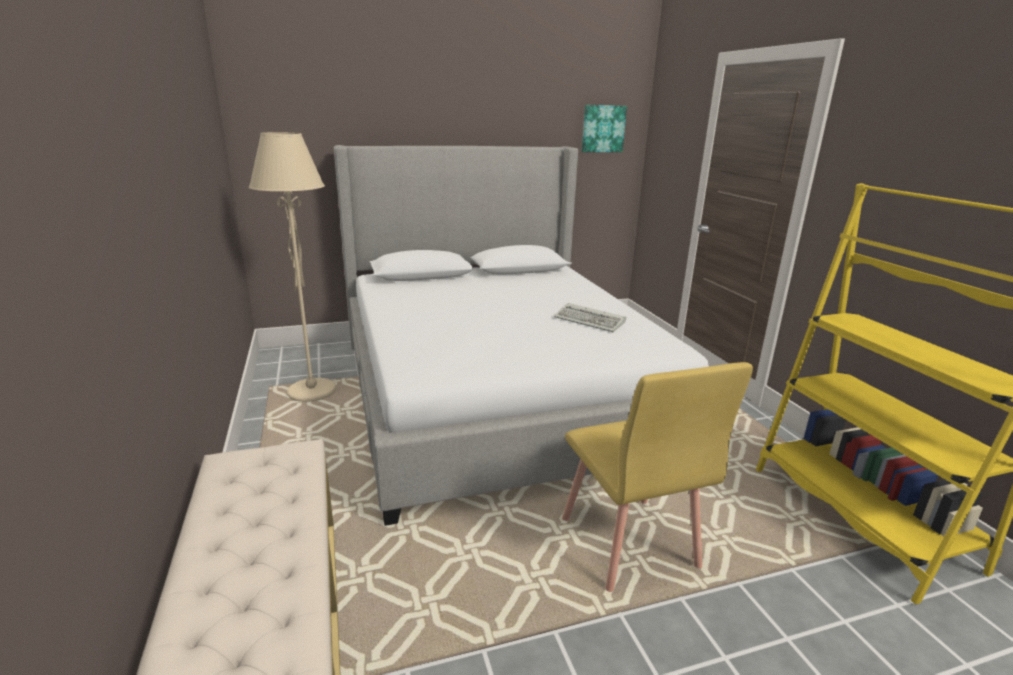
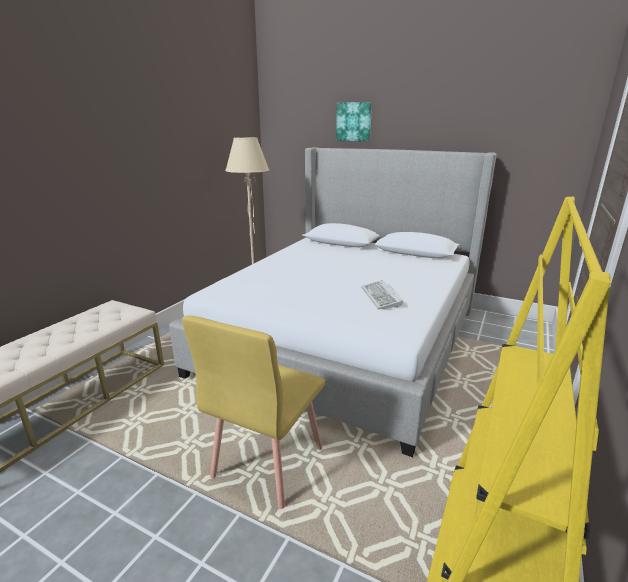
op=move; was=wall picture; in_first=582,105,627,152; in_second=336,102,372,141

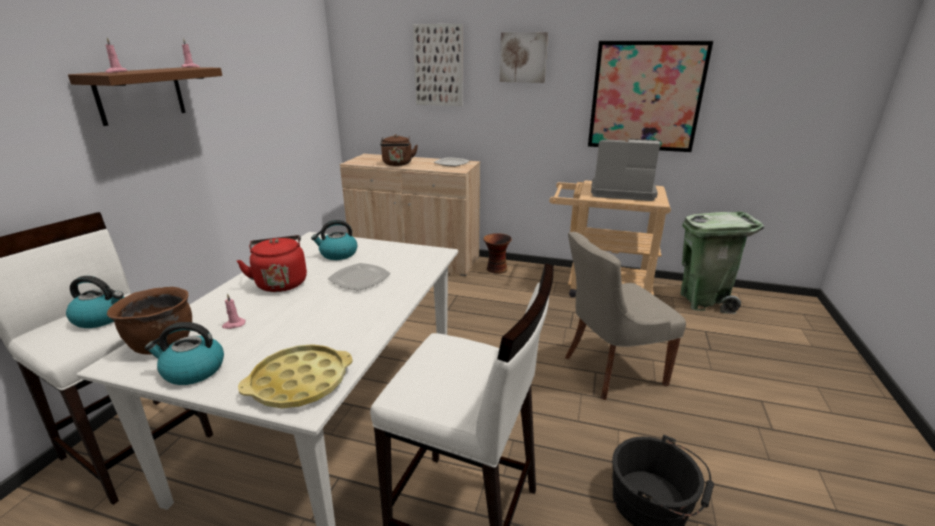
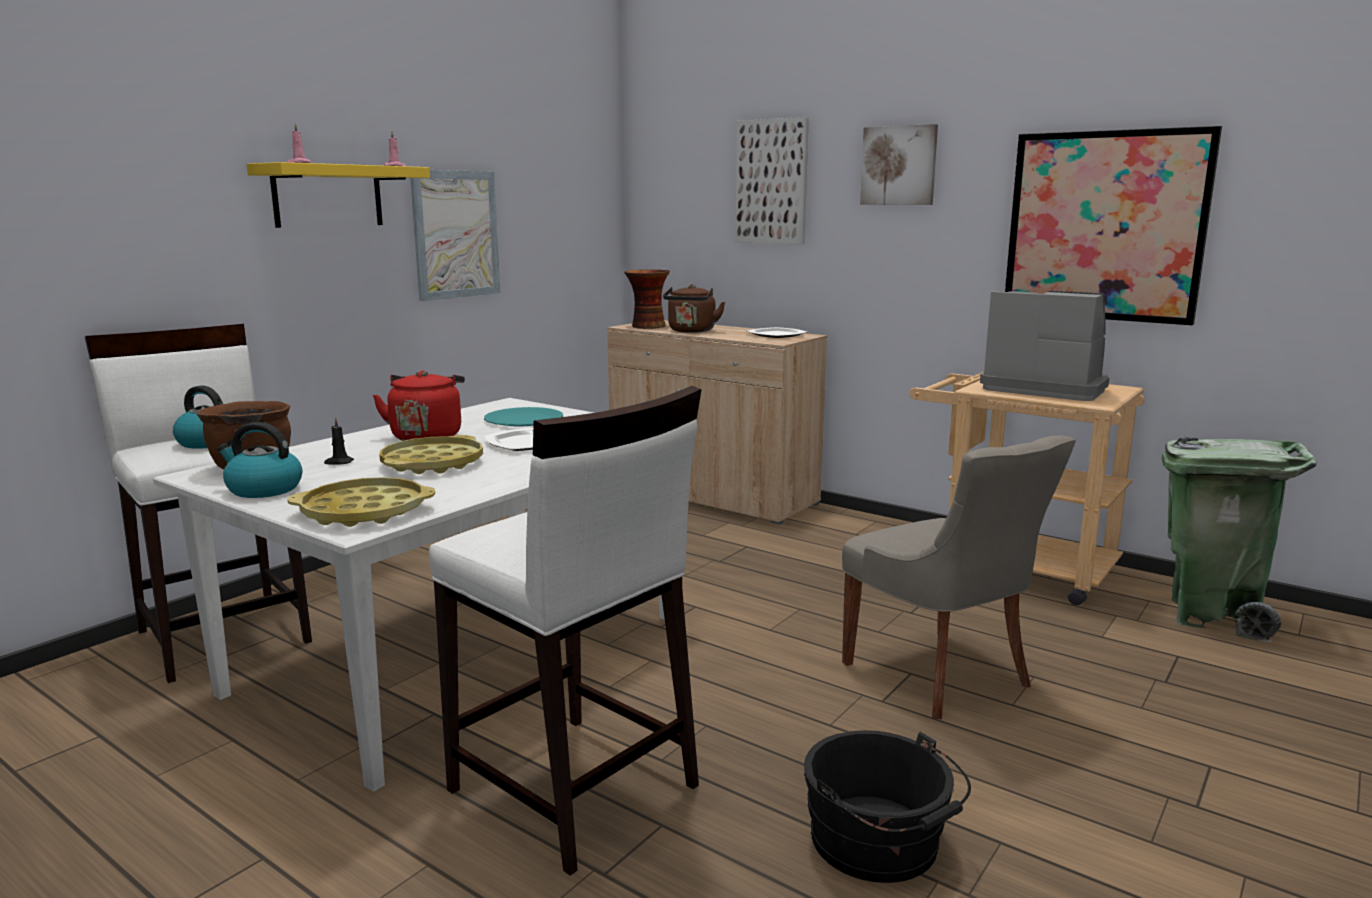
op=recolor; was=brown shelf; now=yellow-coloured shelf; in_first=68,67,222,126; in_second=247,162,430,228
op=recolor; was=pink candle; now=blackish candle; in_first=222,294,245,329; in_second=324,417,354,465
op=replace; was=tea kettle; now=blue-green plate; in_first=311,220,357,260; in_second=484,407,563,427
op=move; was=decorative vase; in_first=483,233,512,274; in_second=624,269,670,329
op=rotate; was=greyish upright chair; in_first=565,232,686,400; in_second=842,436,1076,719; clockwise=-120
op=insert; now=yellow-coloured tray; in_second=379,435,483,474
op=insert; now=wall picture; in_second=410,170,500,301

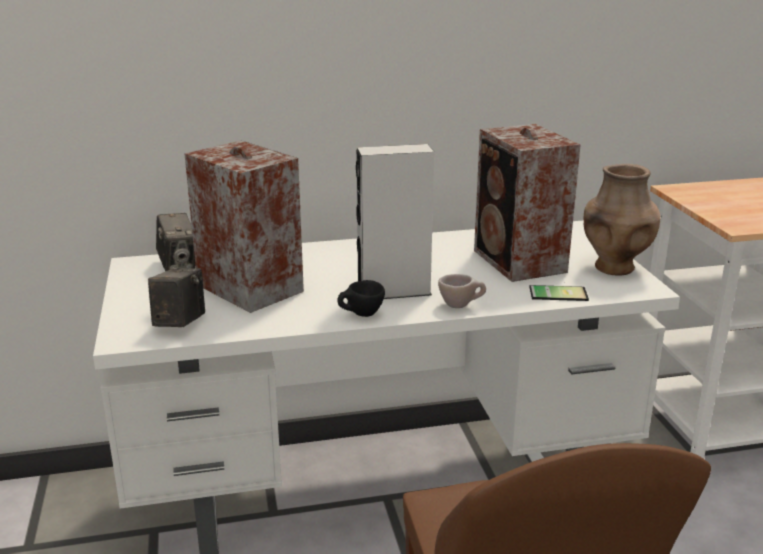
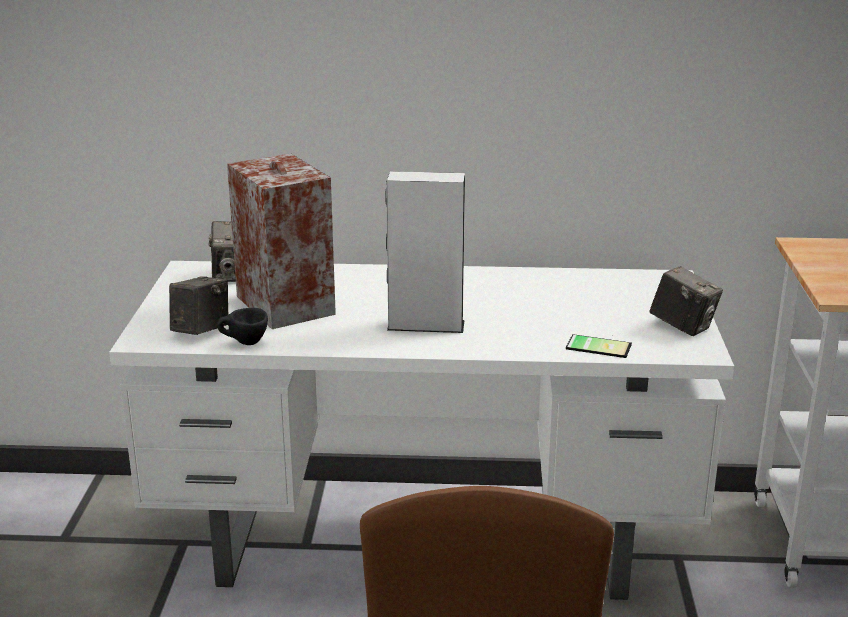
op=move; was=blackish cup; in_first=337,280,385,317; in_second=217,308,268,345
op=delete; was=beige cup; in_first=438,274,486,308
op=delete; was=loudspeaker; in_first=474,124,581,282
op=replace; was=brown decorative vase; now=photo camera; in_first=584,164,661,276; in_second=650,266,723,336

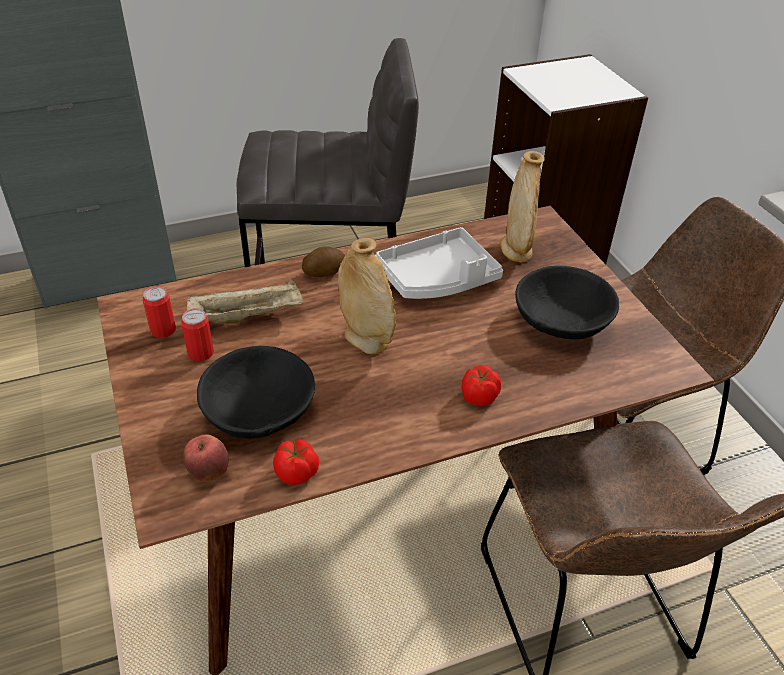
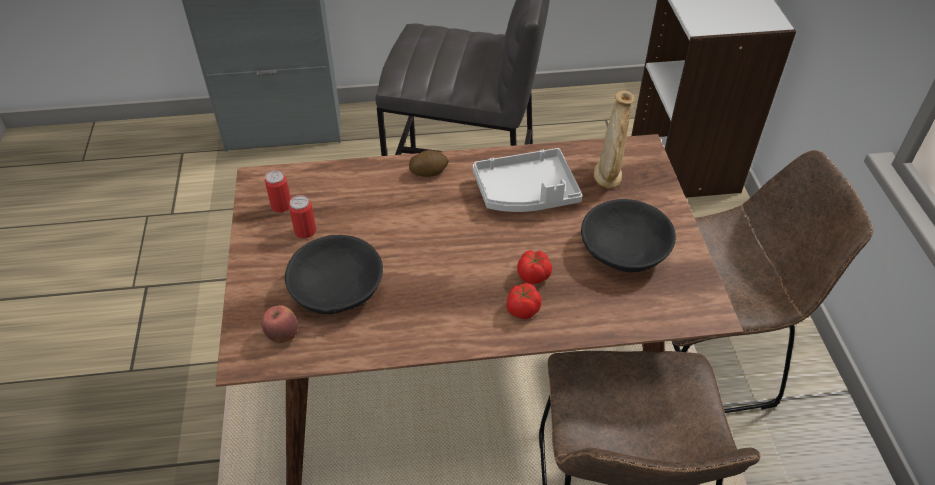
op=delete; was=beige tray; in_first=187,280,304,323
op=move; was=whole tomato; in_first=273,439,319,485; in_second=517,250,552,284
op=delete; was=beige decorative vase; in_first=338,238,396,354

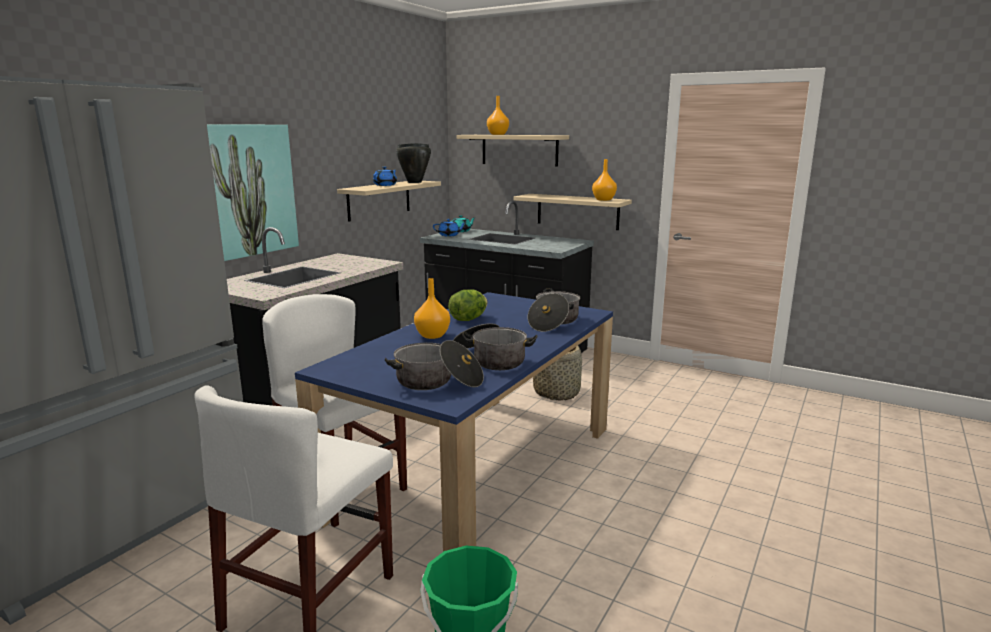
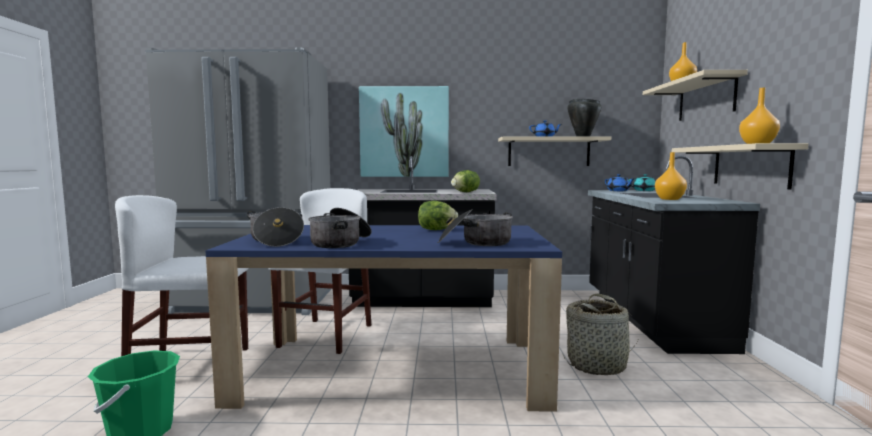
op=move; was=orange-coloured decorative vase; in_first=414,278,450,339; in_second=655,152,687,200
op=insert; now=head of lettuce; in_second=451,170,480,192

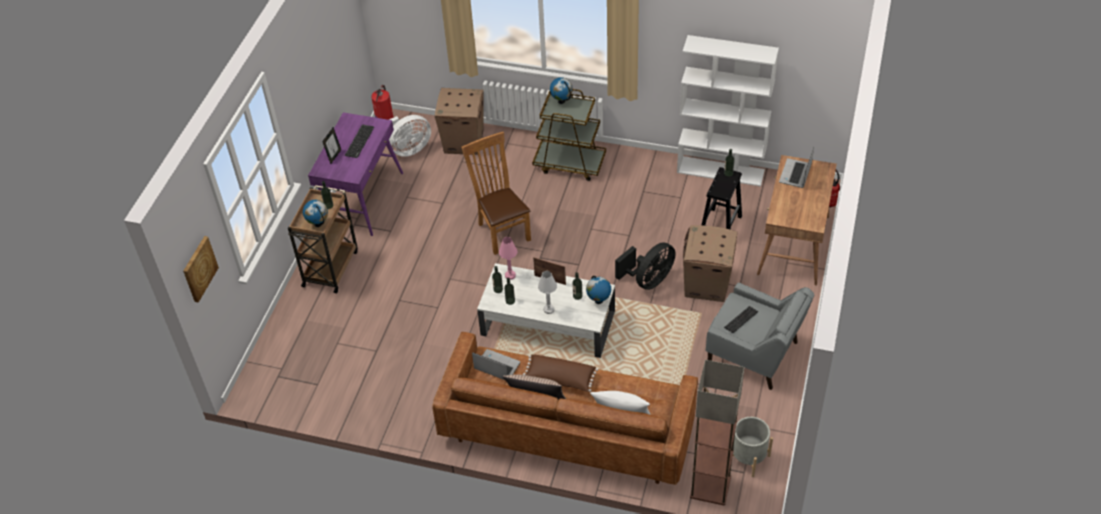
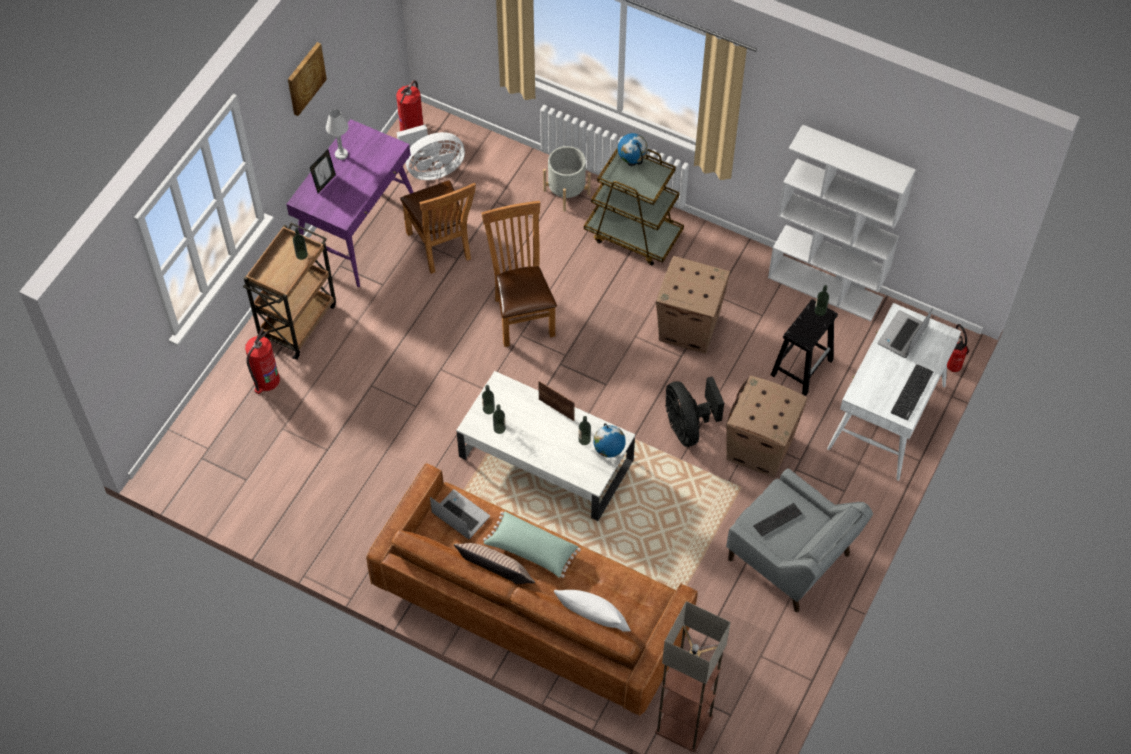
op=move; was=wall picture; in_first=183,236,219,303; in_second=288,42,327,116
op=delete; was=desk globe; in_first=303,200,328,227
op=move; was=keyboard; in_first=345,124,374,158; in_second=891,364,933,420
op=move; was=packing box; in_first=435,88,484,155; in_second=656,256,730,354
op=delete; was=pink lamp for a table; in_first=499,237,518,280
op=recolor; was=brown throw pillow; now=green-coloured throw pillow; in_first=523,354,598,392; in_second=483,511,581,578
op=move; was=white-coloured lamp for a table; in_first=538,271,557,314; in_second=326,109,349,160
op=rotate; was=blackish cooling fan; in_first=615,242,676,290; in_second=665,376,724,447; clockwise=105
op=move; was=greyish flower pot; in_first=733,417,773,477; in_second=543,146,591,212
op=recolor; was=brown desk; now=white-coloured desk; in_first=757,155,837,286; in_second=827,303,961,481
op=insert; now=fire-fighting cylinder; in_second=245,328,280,394
op=insert; now=brown upright chair; in_second=400,180,476,274

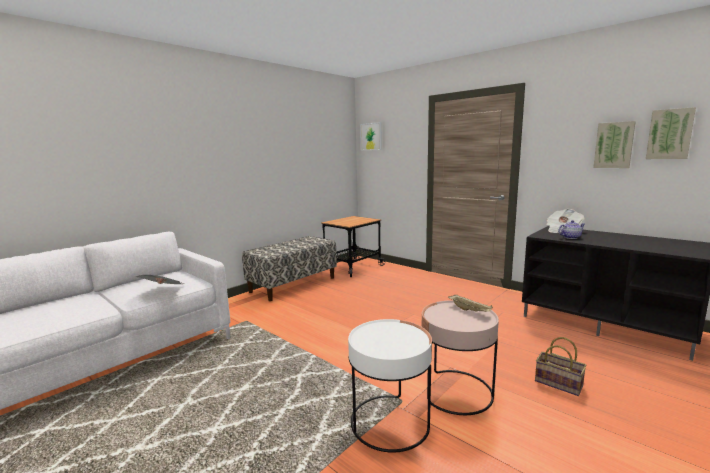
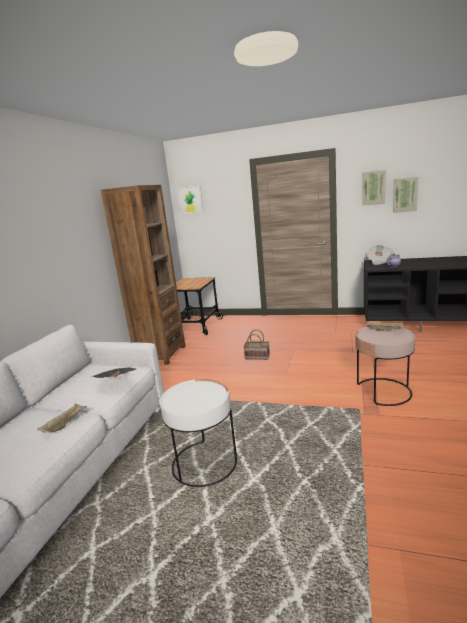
op=replace; was=bench; now=brown shelving unit; in_first=242,236,337,301; in_second=101,185,186,365
op=move; was=white-coloured end table; in_first=348,319,432,453; in_second=160,379,237,487
op=move; was=basket; in_first=535,337,587,396; in_second=243,329,270,360
op=move; was=wall picture; in_first=646,107,696,159; in_second=362,170,386,206
op=insert; now=beige tray; in_second=38,404,87,433

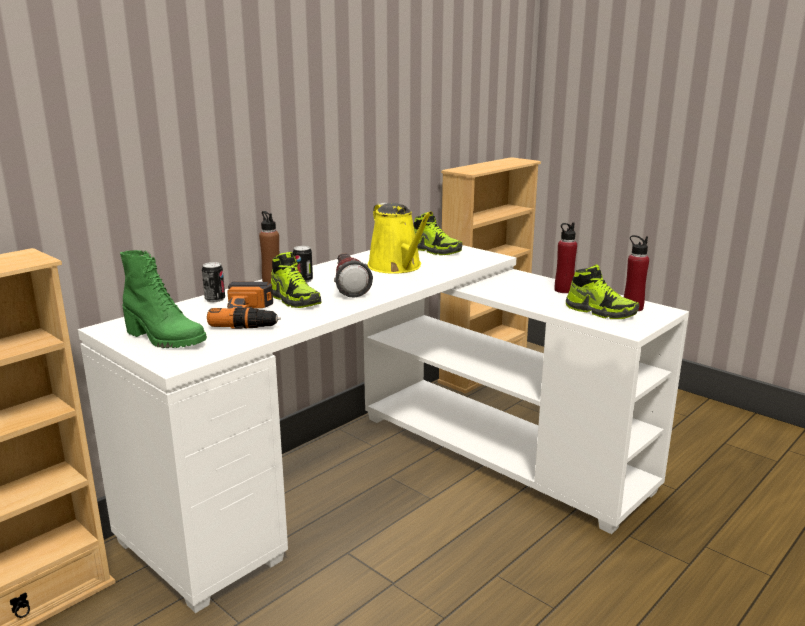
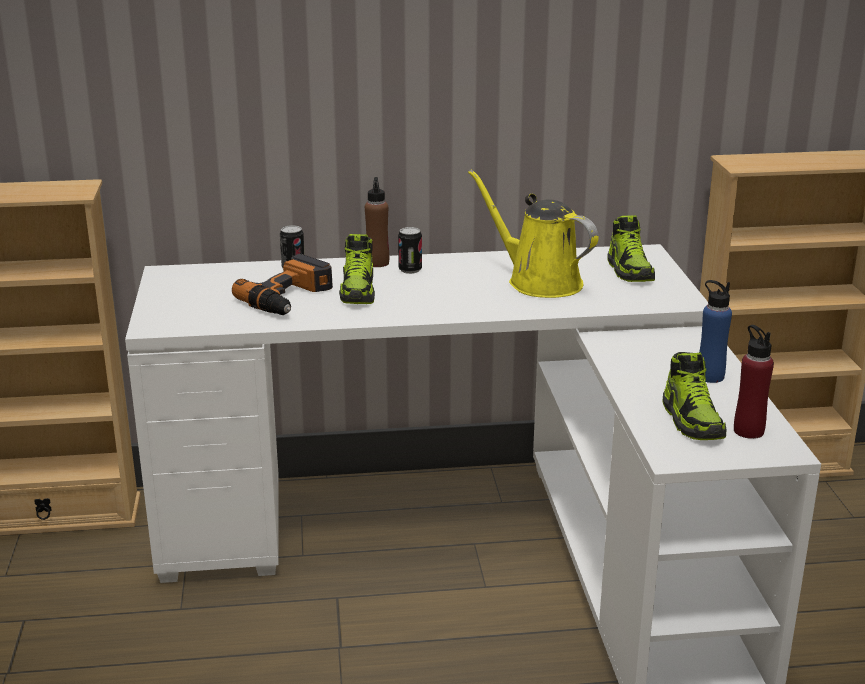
op=delete; was=green-coloured boot; in_first=120,250,207,348
op=delete; was=flashlight; in_first=334,254,373,298
op=rotate; was=yellow-coloured sprinkling can; in_first=367,203,433,274; in_second=468,170,598,298; clockwise=120
op=recolor; was=reddish beverage bottle; now=blue beverage bottle; in_first=555,222,577,293; in_second=699,280,732,383

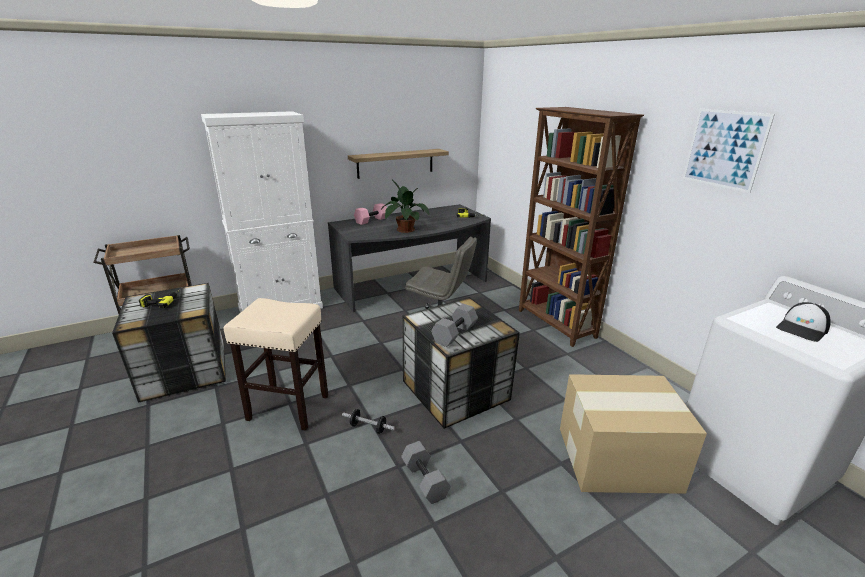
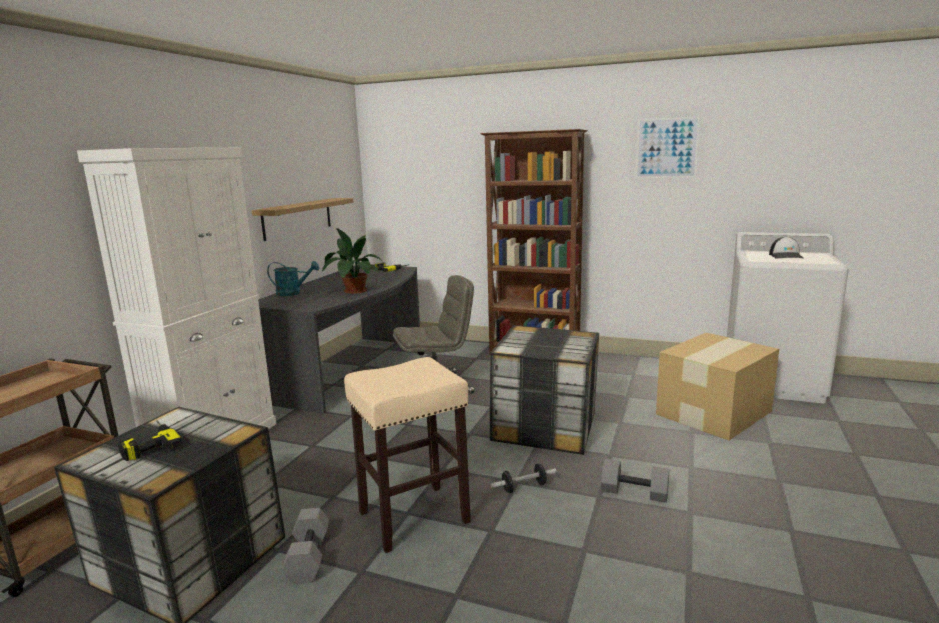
op=replace; was=pink free weight; now=blue-green sprinkling can; in_first=354,203,387,225; in_second=267,261,319,296
op=move; was=greyish free weight; in_first=431,304,478,347; in_second=281,508,329,584

